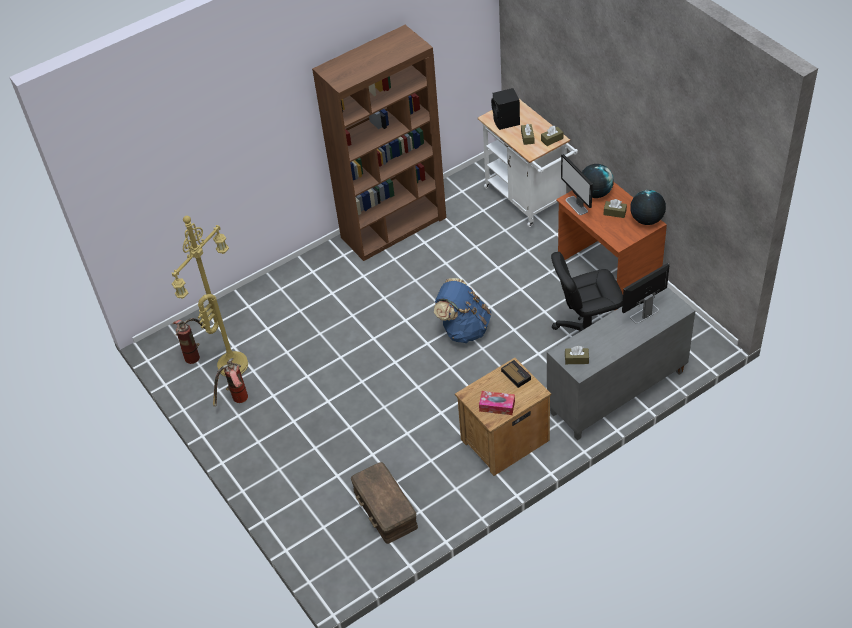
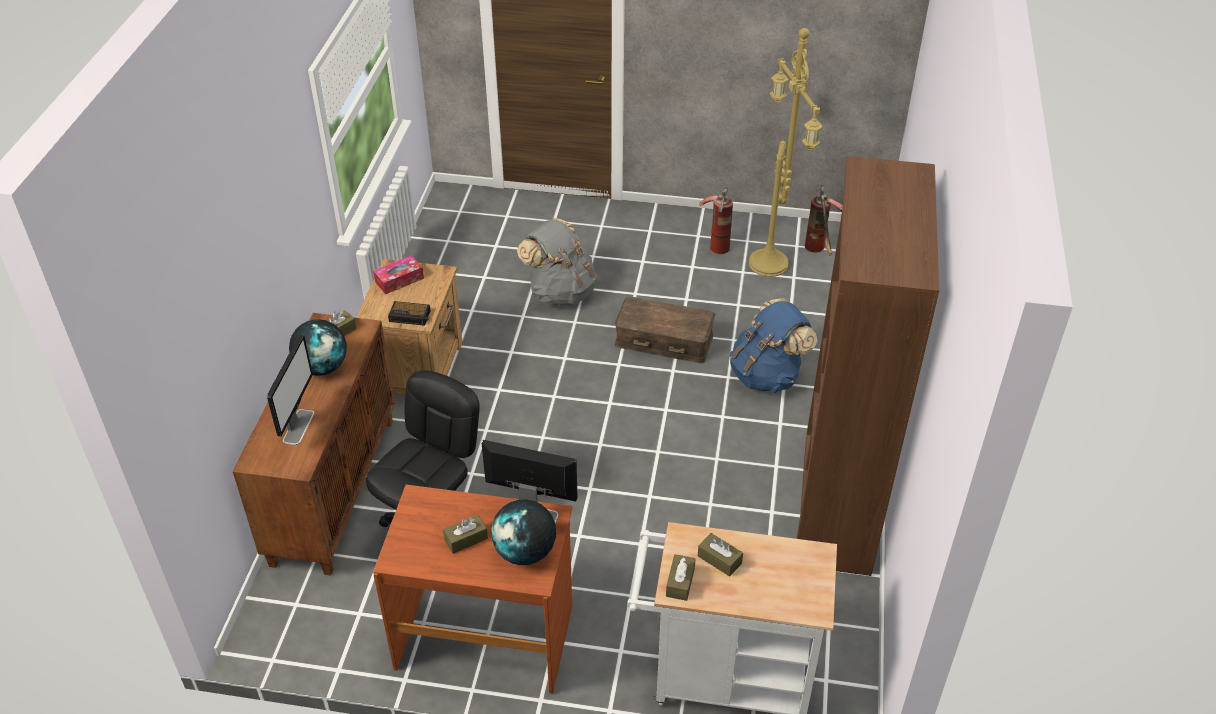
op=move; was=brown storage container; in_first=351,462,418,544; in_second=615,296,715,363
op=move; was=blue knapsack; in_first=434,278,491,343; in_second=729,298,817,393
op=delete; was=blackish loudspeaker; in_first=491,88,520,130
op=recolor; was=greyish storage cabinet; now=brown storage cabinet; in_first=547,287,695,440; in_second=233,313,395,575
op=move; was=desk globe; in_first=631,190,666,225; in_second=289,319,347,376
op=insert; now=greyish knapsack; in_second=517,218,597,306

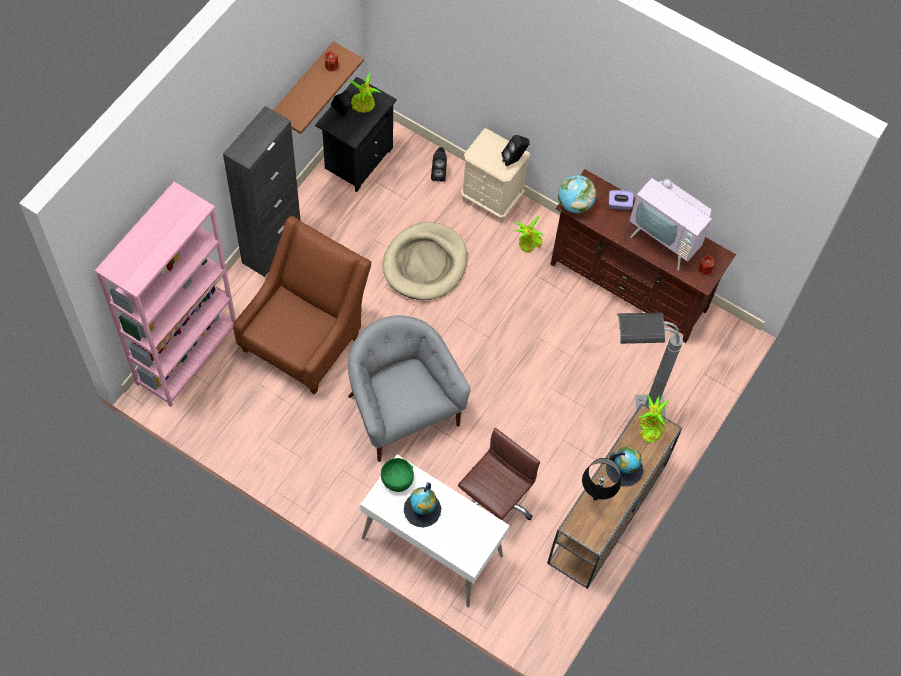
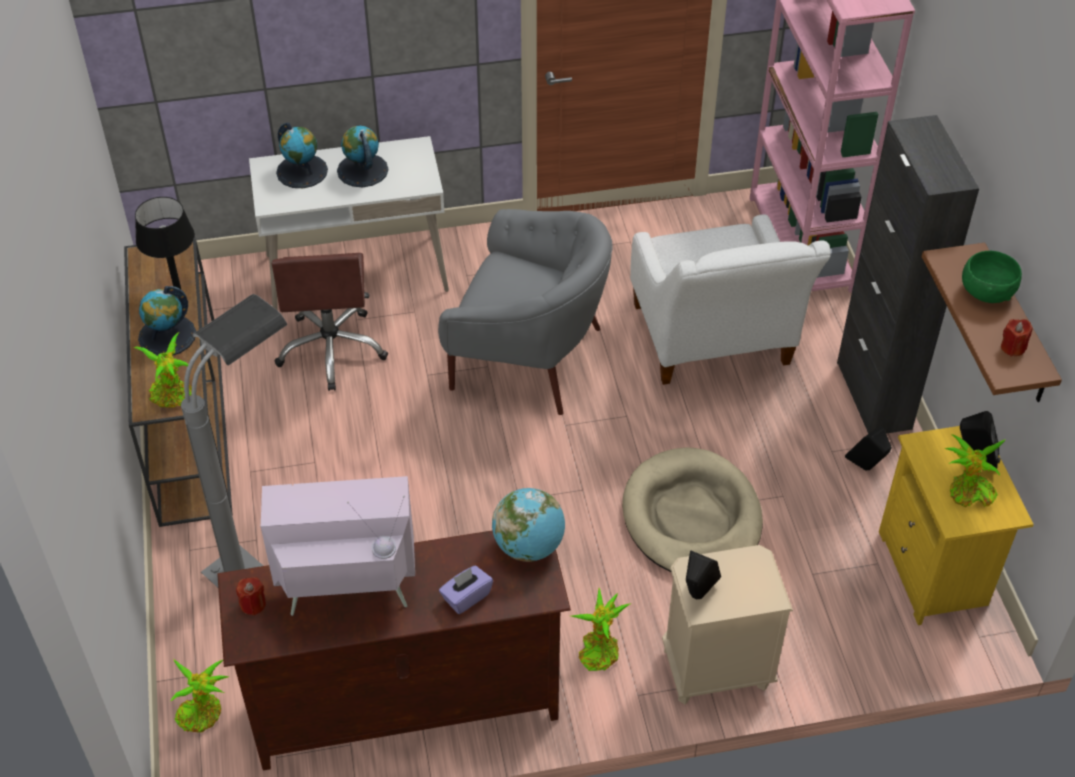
op=recolor; was=brown lounge chair; now=white-coloured lounge chair; in_first=233,216,371,395; in_second=630,214,831,385
op=recolor; was=blackish bedside table; now=yellow-coloured bedside table; in_first=315,77,397,192; in_second=879,426,1034,625
op=move; was=green-coloured bowl; in_first=381,458,414,492; in_second=962,251,1022,303
op=move; was=blackish loudspeaker; in_first=431,147,447,182; in_second=845,426,892,470
op=insert; now=plant in a pot; in_second=171,659,229,733
op=insert; now=desk globe; in_second=276,123,328,188

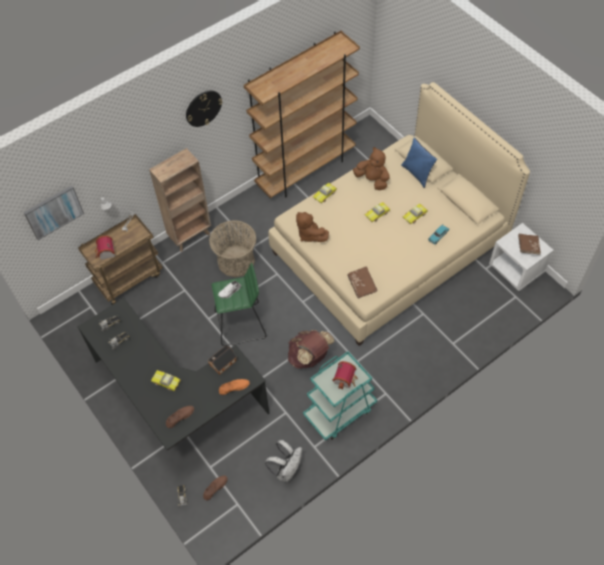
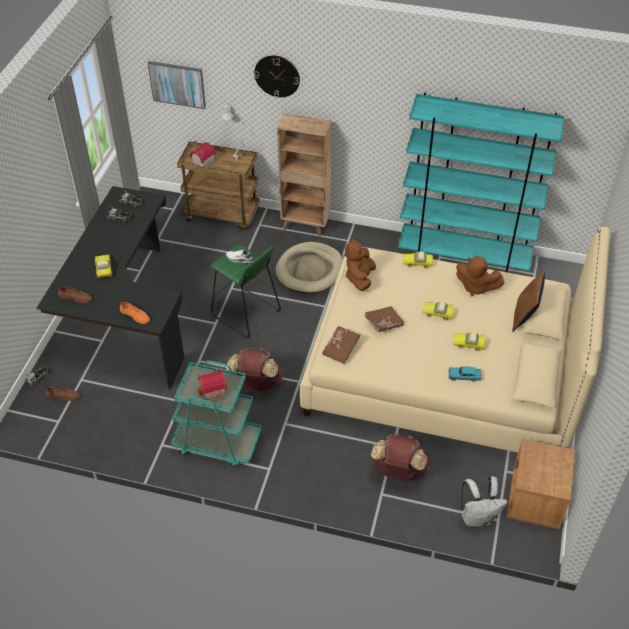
op=move; was=wall clock; in_first=186,91,222,127; in_second=254,55,300,98
op=delete; was=toy house; in_first=207,346,236,375
op=replace; was=basket; now=beige pet bed; in_first=209,220,256,277; in_second=276,242,343,293
op=recolor; was=brown shelving unit; now=blue-green shelving unit; in_first=244,31,360,198; in_second=397,93,565,272
op=move; was=white-coloured knapsack; in_first=265,440,302,482; in_second=461,476,508,527
op=rotate; was=brown soft toy; in_first=353,147,390,190; in_second=456,256,505,296; clockwise=120
op=recolor; was=blue throw pillow; now=brown throw pillow; in_first=401,137,437,188; in_second=512,272,545,332
op=recolor; was=white-coloured bedside table; now=brown bedside table; in_first=489,223,554,291; in_second=507,439,575,530
op=move; was=brown bound book; in_first=518,234,541,255; in_second=365,306,404,332
op=insert; now=brown knapsack; in_second=371,433,431,481

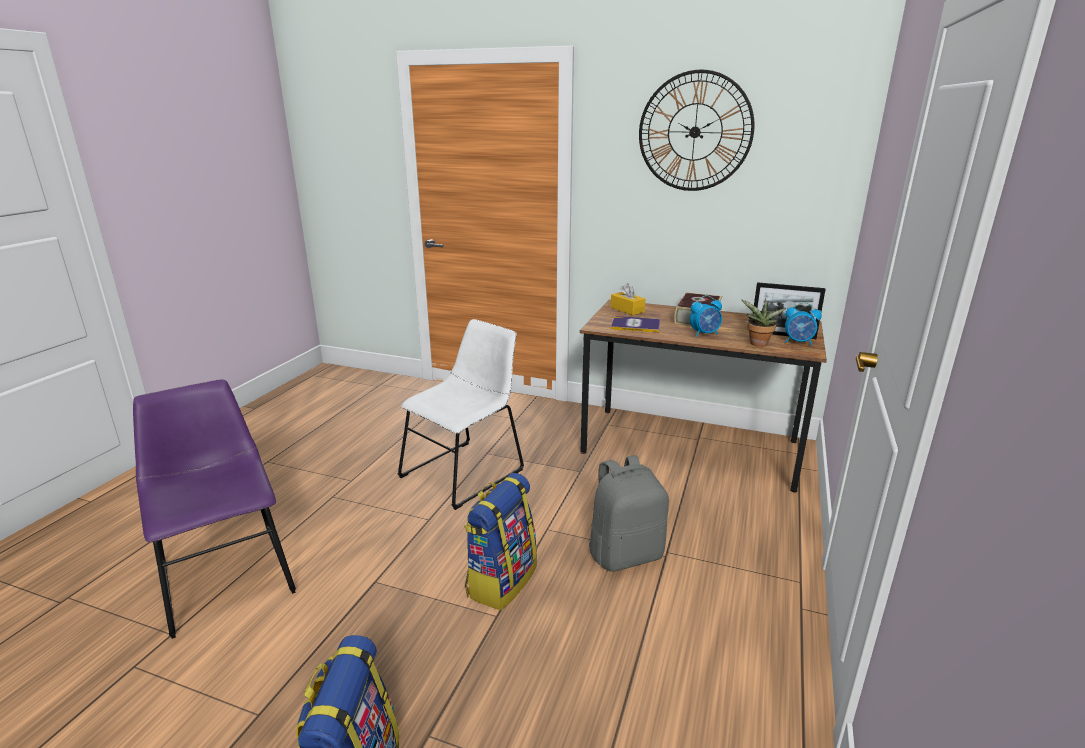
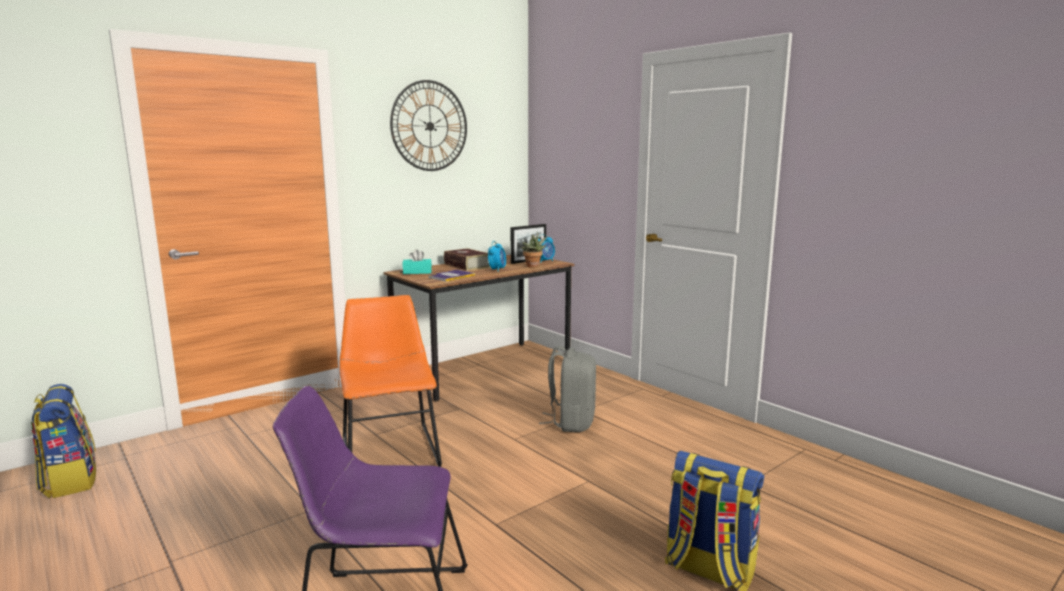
op=recolor; was=white-coloured upright chair; now=orange-coloured upright chair; in_first=397,319,524,510; in_second=339,295,442,467
op=move; was=knapsack; in_first=464,473,537,610; in_second=31,384,96,498
op=recolor; was=yellow-coloured box of tissues; now=blue-green box of tissues; in_first=610,283,645,315; in_second=402,249,432,274

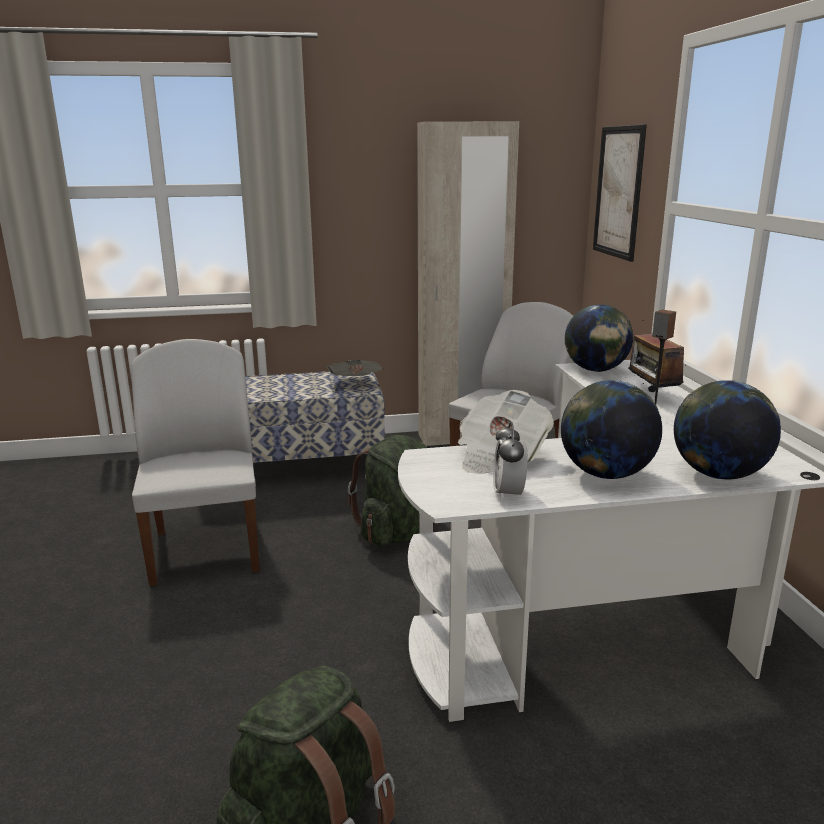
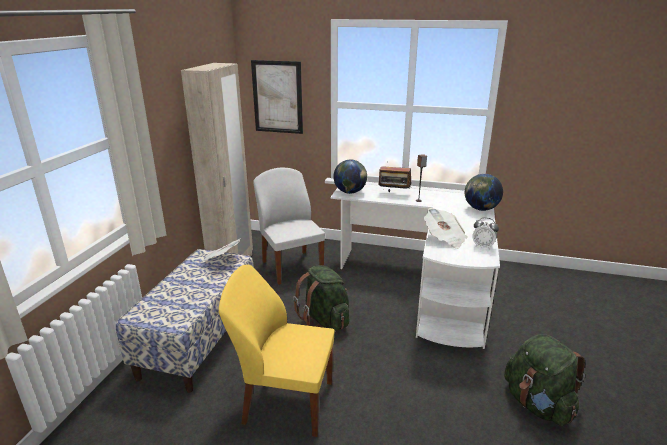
op=recolor; was=white-coloured upright chair; now=yellow-coloured upright chair; in_first=131,339,260,586; in_second=219,265,335,437
op=delete; was=desk globe; in_first=561,380,662,479

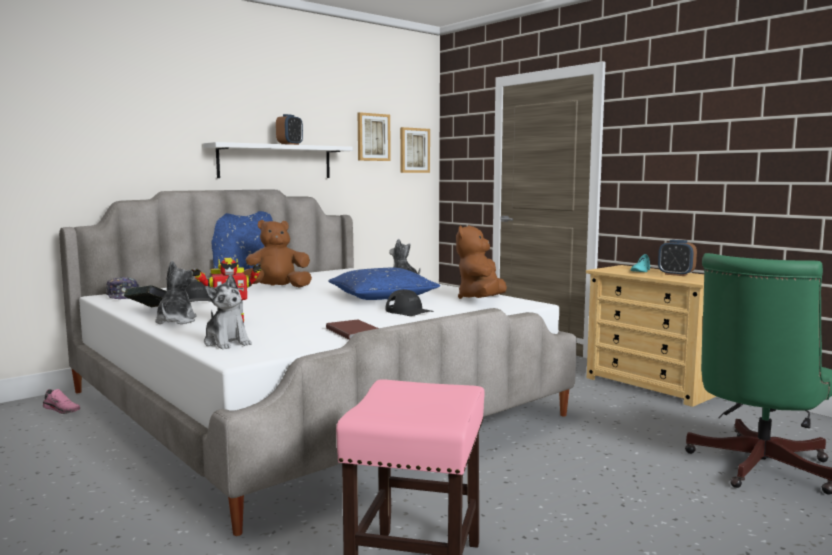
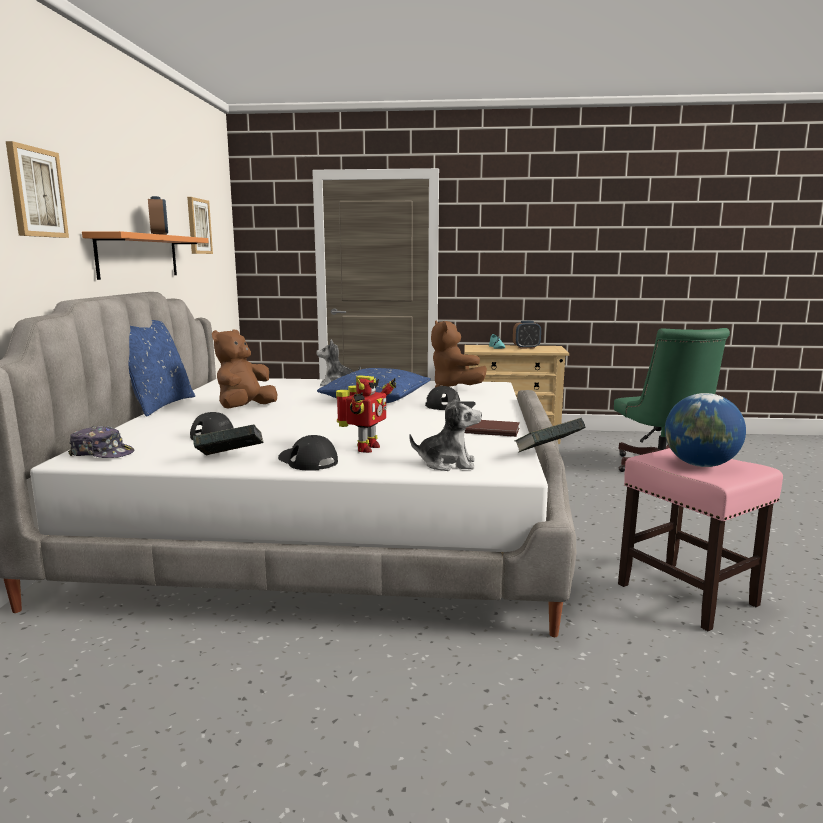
op=delete; was=pink shoe; in_first=43,389,80,414
op=replace; was=soft toy; now=blackish baseball cap; in_first=155,261,197,324; in_second=278,435,338,471
op=recolor; was=white-coloured shelf; now=orange-coloured shelf; in_first=203,142,353,178; in_second=82,231,209,280
op=move; was=wall picture; in_first=400,127,430,173; in_second=6,141,69,238
op=insert; now=bound book; in_second=514,418,585,453
op=insert; now=desk globe; in_second=665,393,746,467

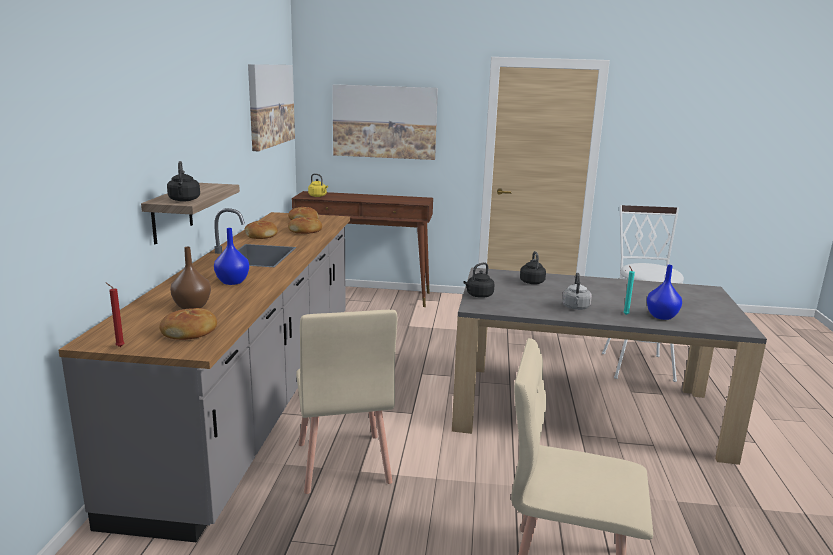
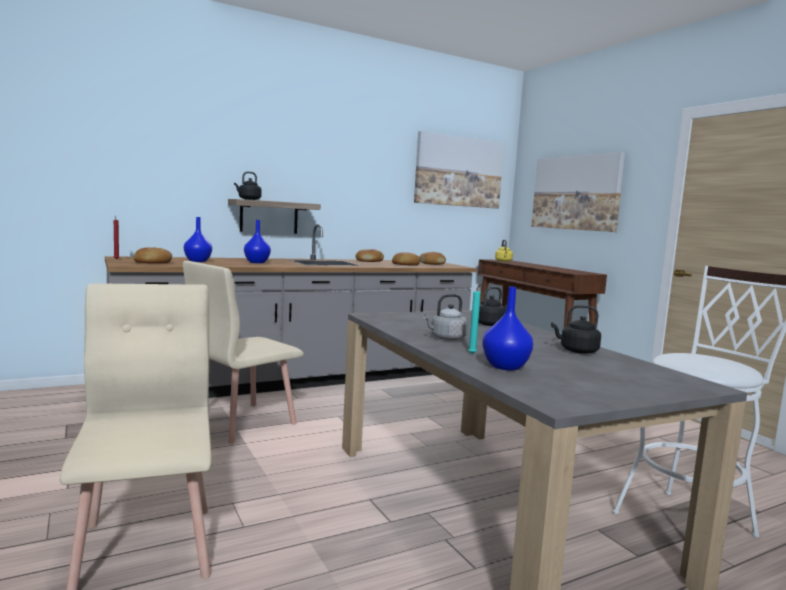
op=recolor; was=brown decorative vase; now=blue decorative vase; in_first=170,247,211,309; in_second=184,217,212,262
op=move; was=blackish tea kettle; in_first=464,262,494,298; in_second=551,305,601,354

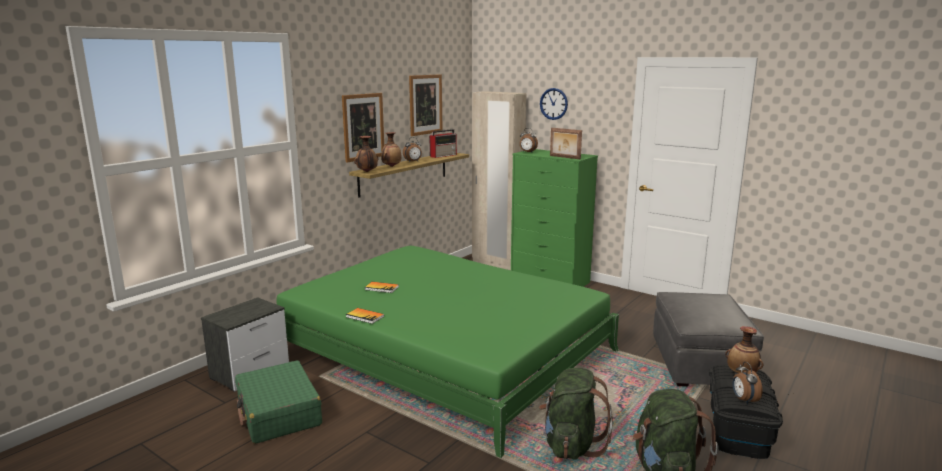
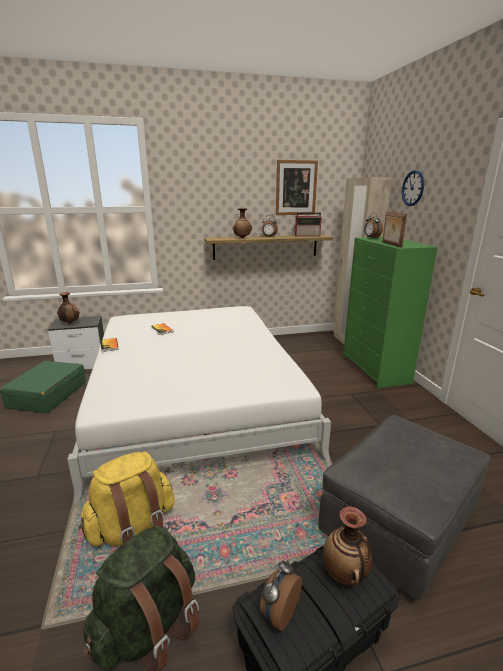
op=recolor; was=green-coloured bedroom bed; now=white-coloured bedroom bed; in_first=277,246,619,458; in_second=67,306,331,504
op=delete; was=wall picture; in_first=342,93,384,162
op=move; was=decorative vase; in_first=354,136,378,172; in_second=57,292,80,323
op=recolor; was=green-coloured knapsack; now=yellow-coloured knapsack; in_first=539,368,613,460; in_second=79,452,175,546

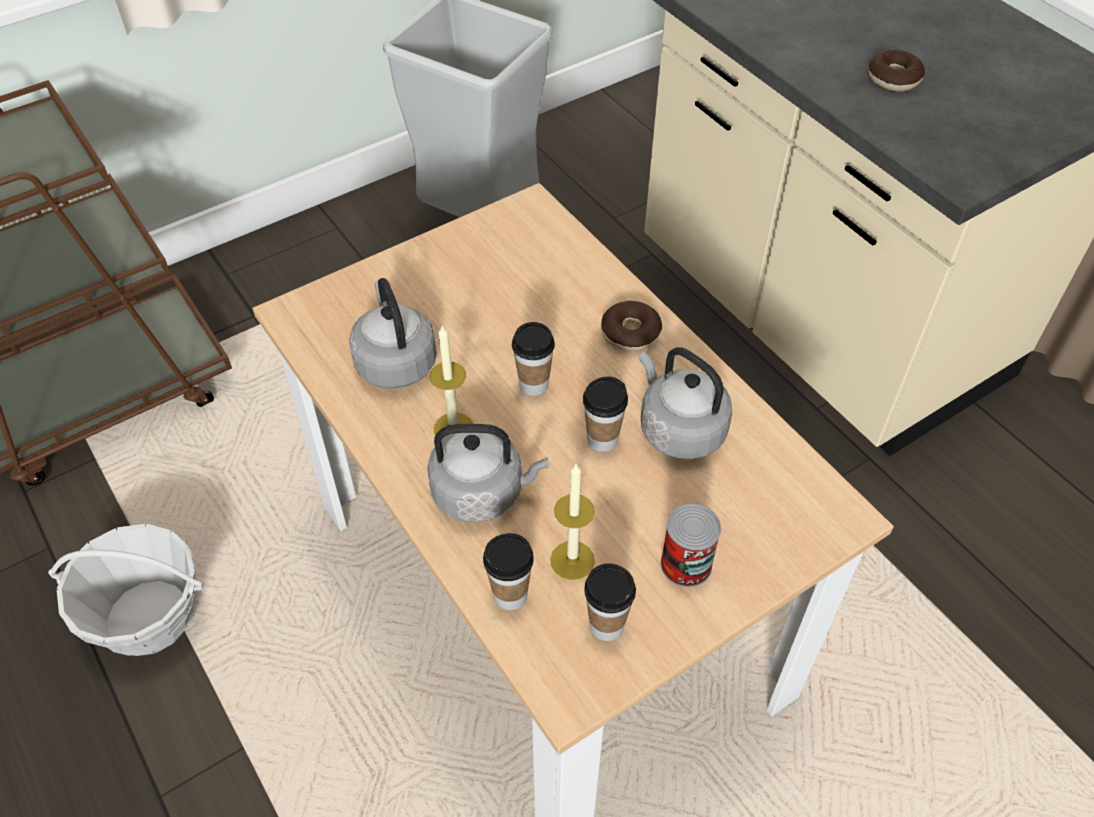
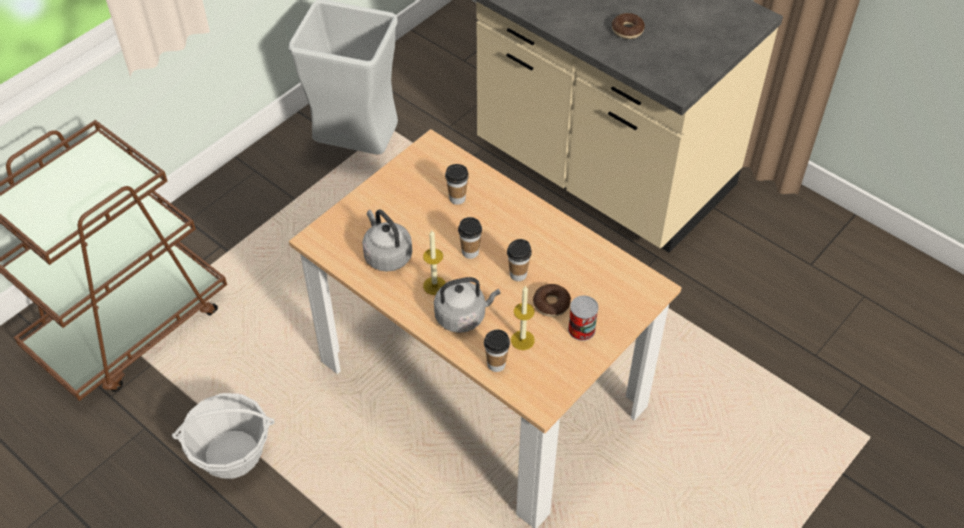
op=move; was=cup; in_first=584,563,636,641; in_second=445,164,469,205
op=move; was=ring doughnut; in_first=601,301,662,351; in_second=533,284,571,317
op=delete; was=greyish tea kettle; in_first=639,347,732,459

